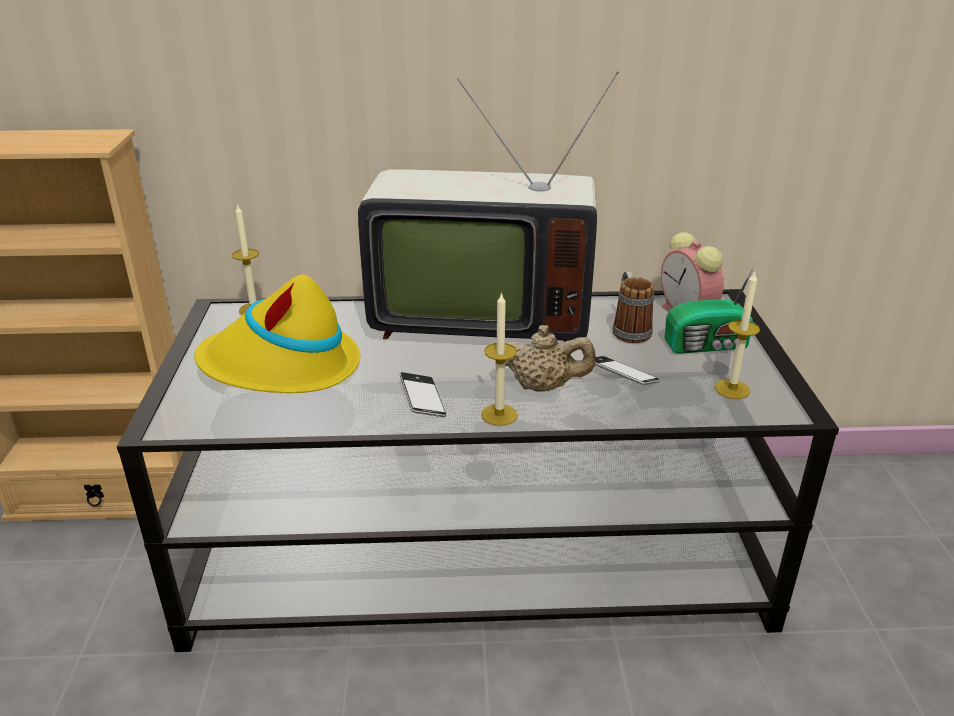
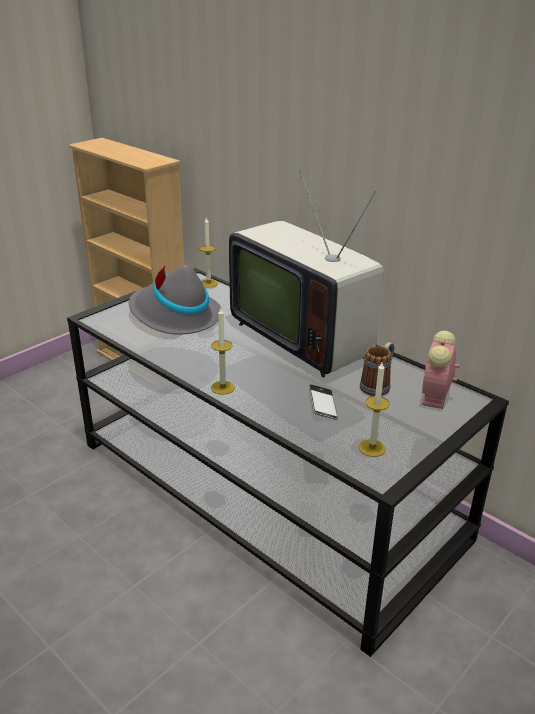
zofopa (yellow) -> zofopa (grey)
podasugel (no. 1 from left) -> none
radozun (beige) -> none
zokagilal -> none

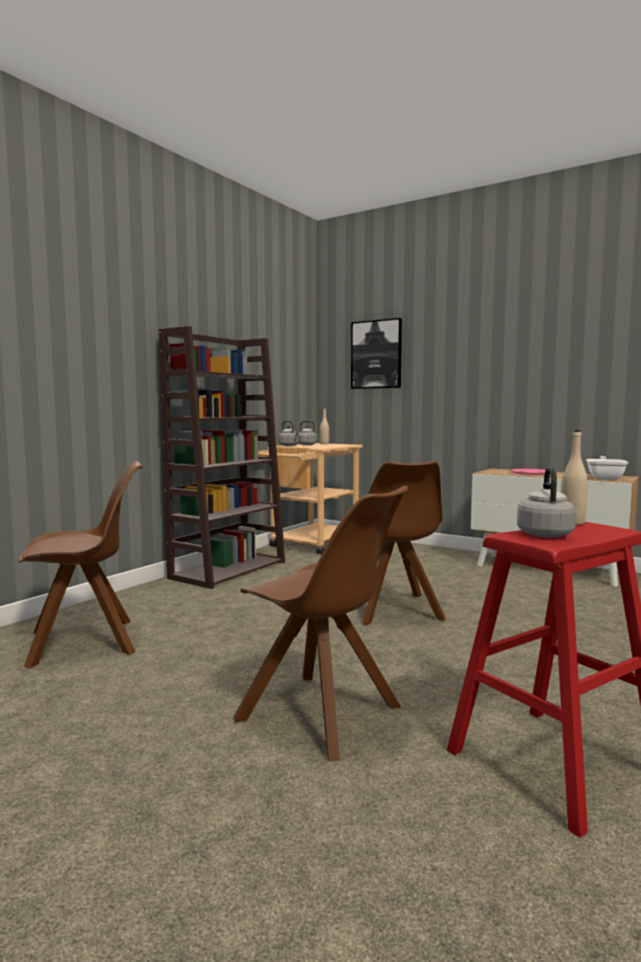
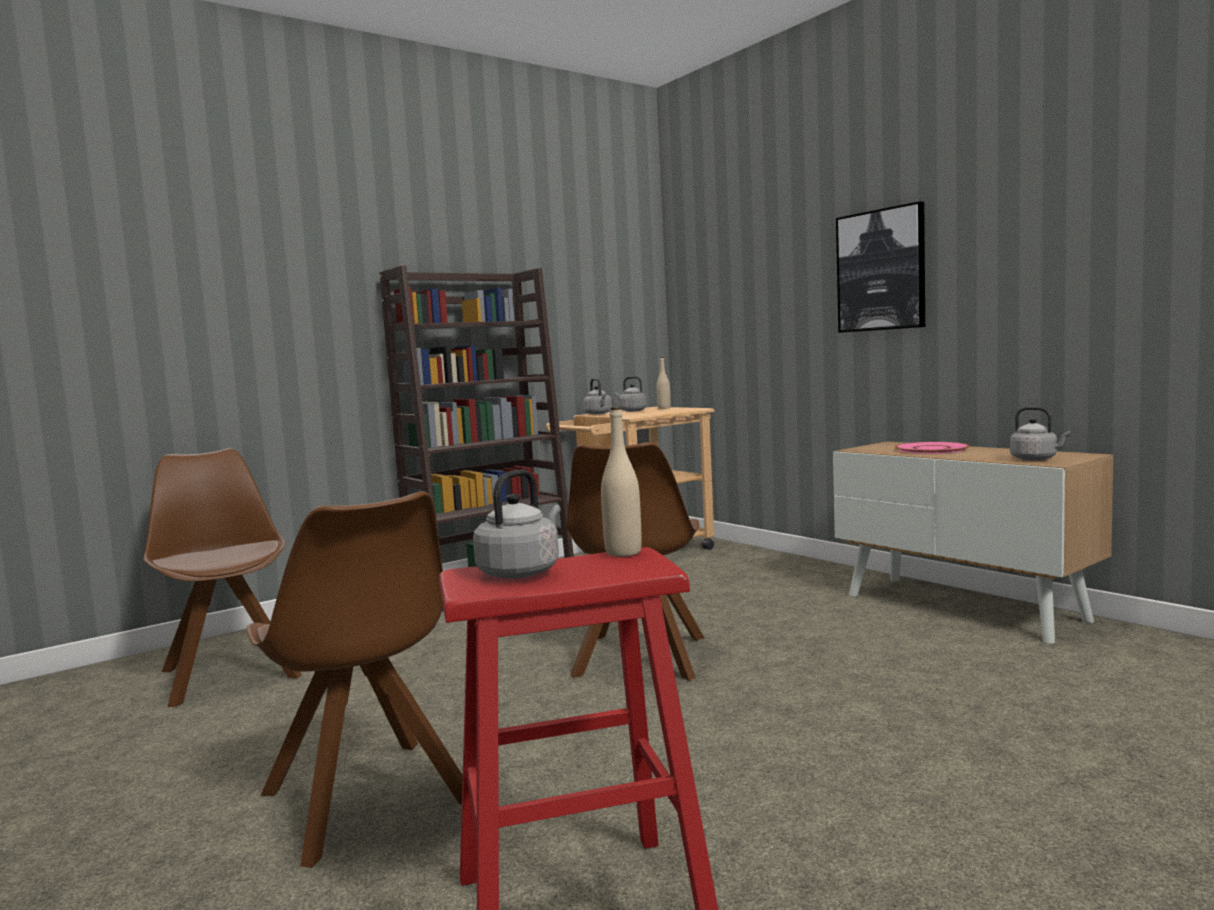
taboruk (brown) (no. 1 from left), 120 degrees counterclockwise
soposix, shifted
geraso -> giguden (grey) (no. 4 from left)

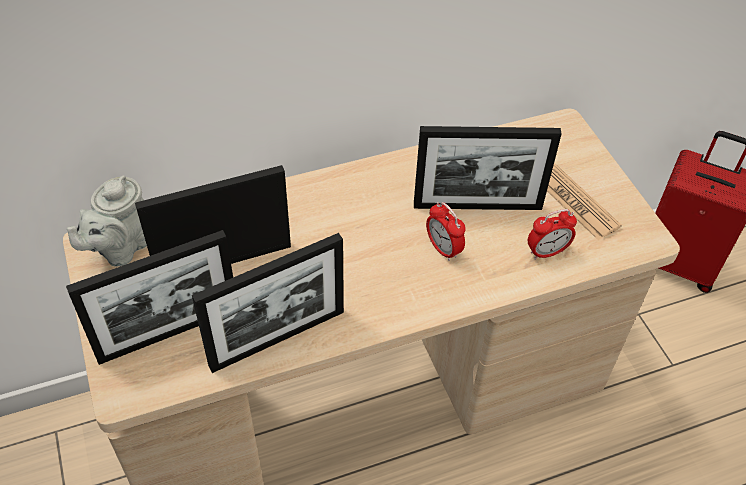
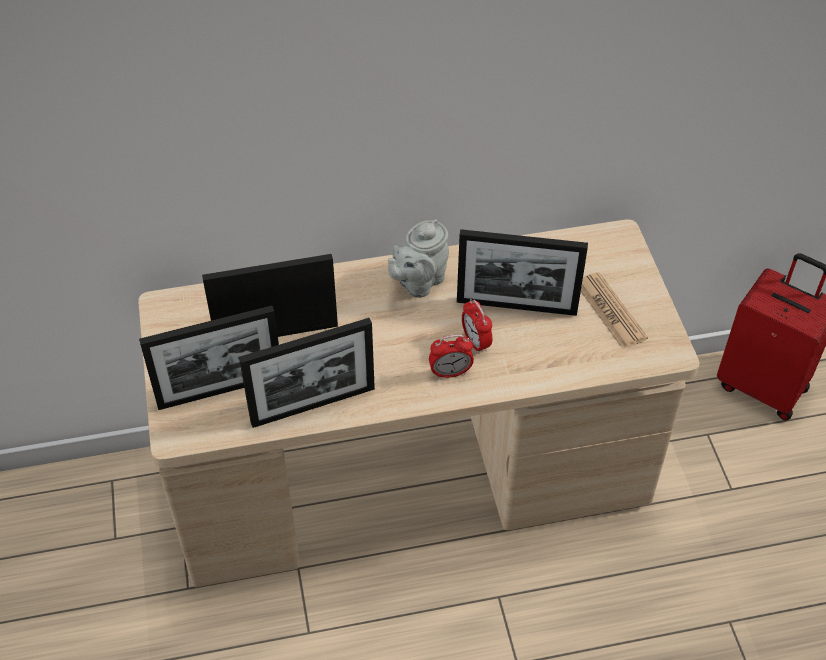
radozun (grey), shifted
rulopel (no. 2 from left in the first image) -> rulopel (no. 1 from left), shifted

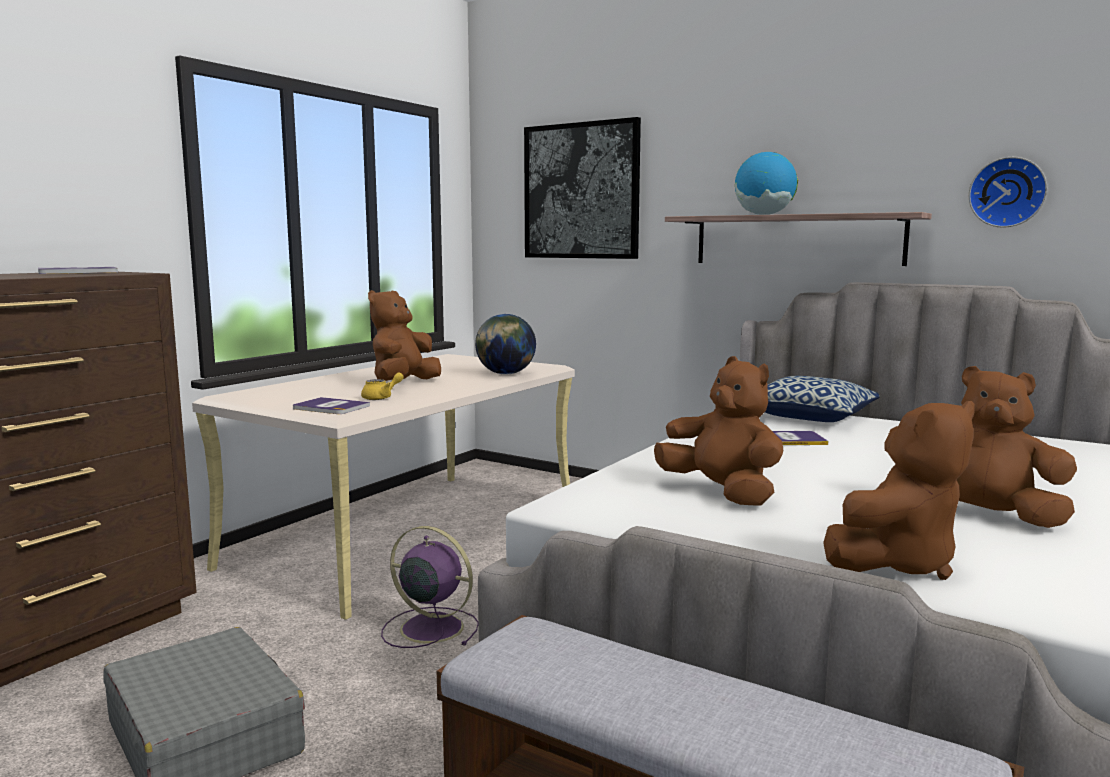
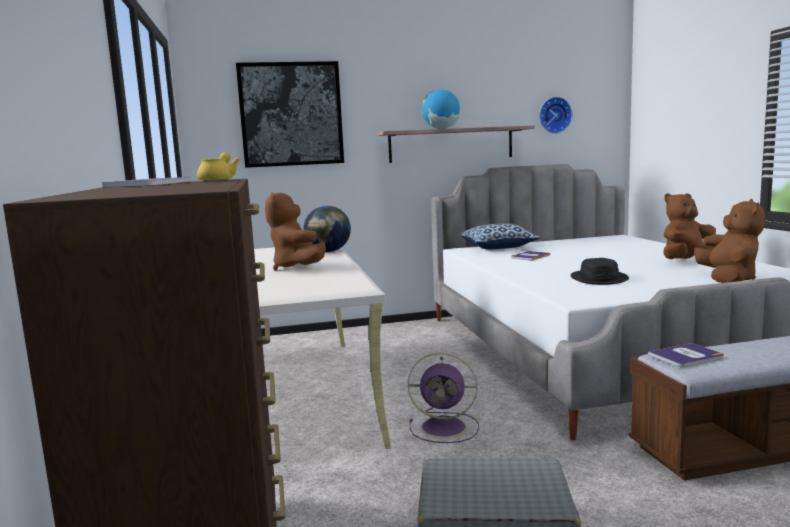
radozun (yellow), shifted
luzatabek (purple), 150 degrees counterclockwise
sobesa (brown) (no. 2 from left) -> zofopa (black)
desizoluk (no. 2 from left in the first image) -> desizoluk (no. 3 from left), shifted

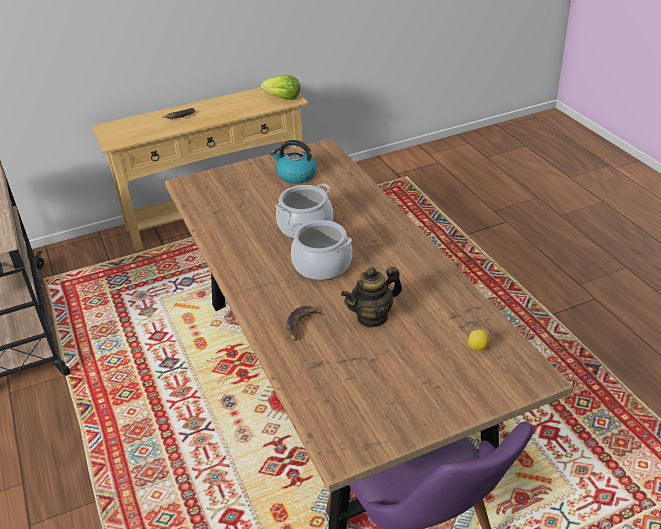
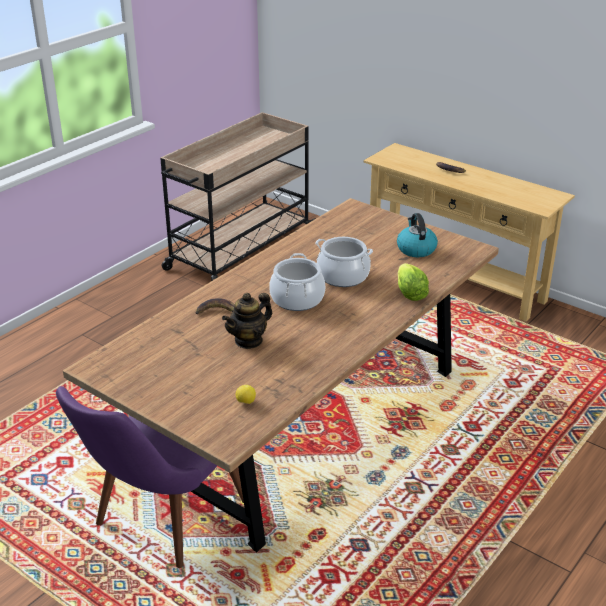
radozun, 75 degrees counterclockwise
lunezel, shifted

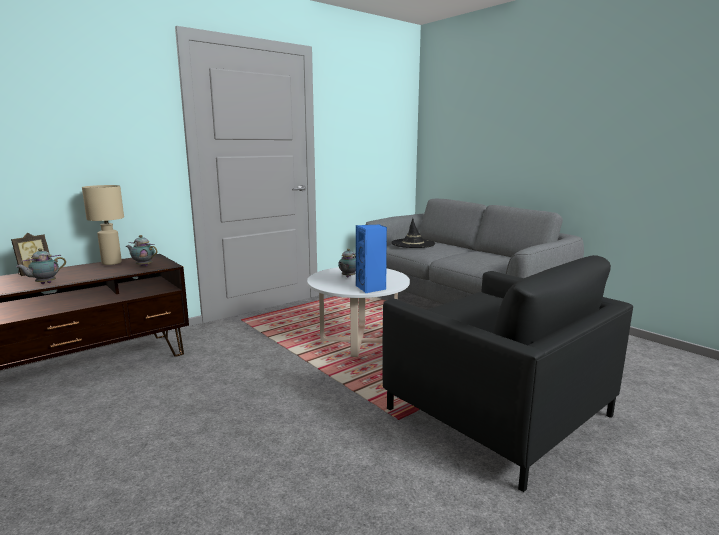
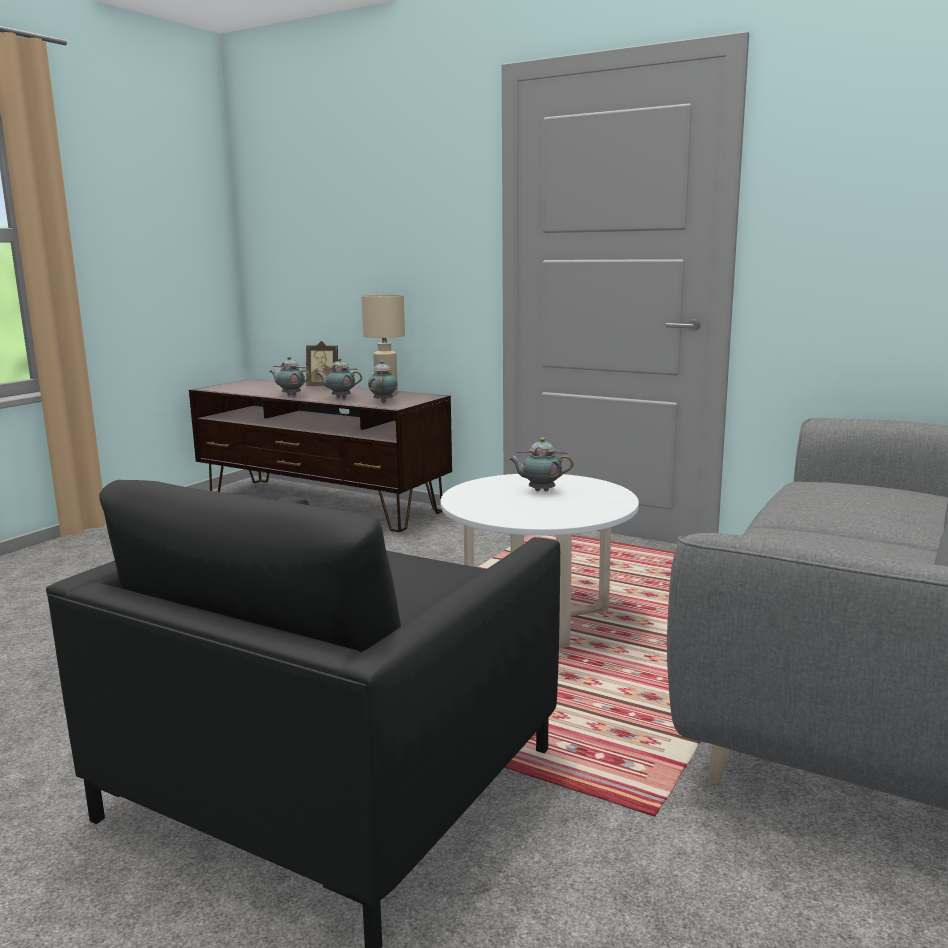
none -> radozun (no. 2 from left)
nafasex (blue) -> none
zofopa (black) -> none

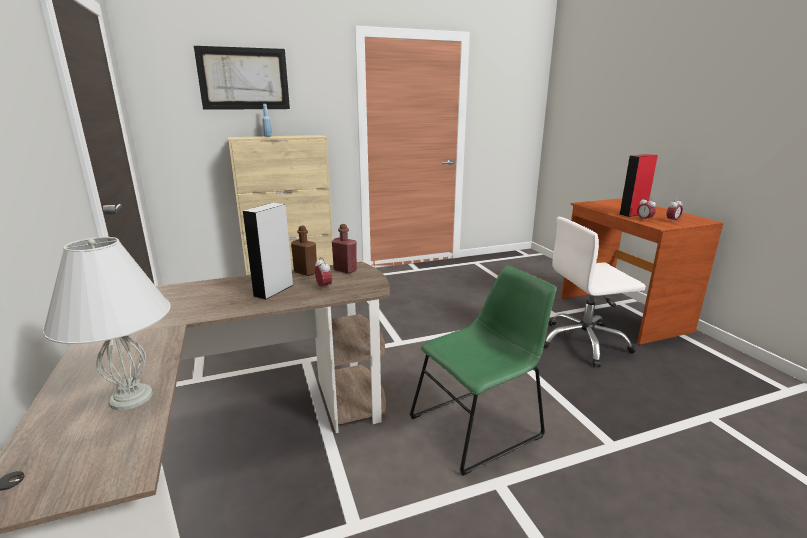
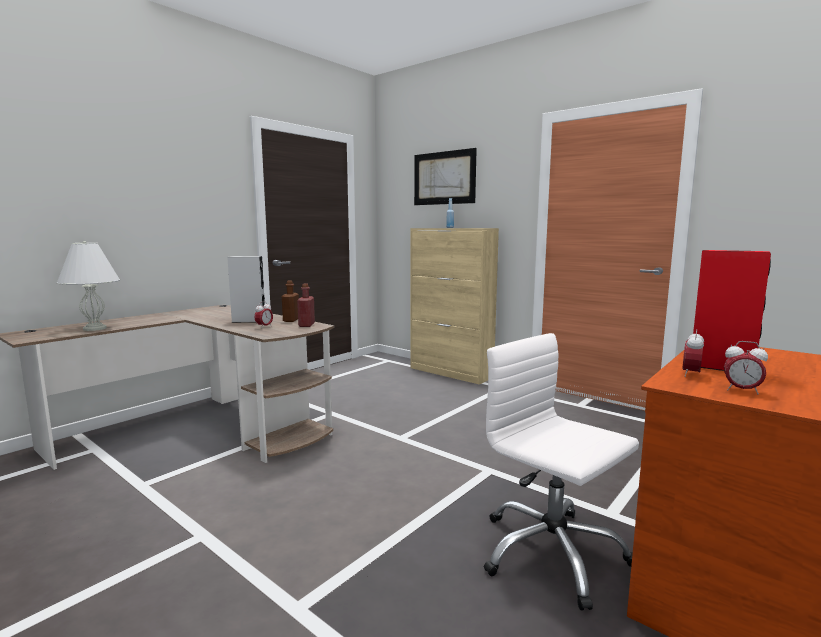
taboruk (green) -> none

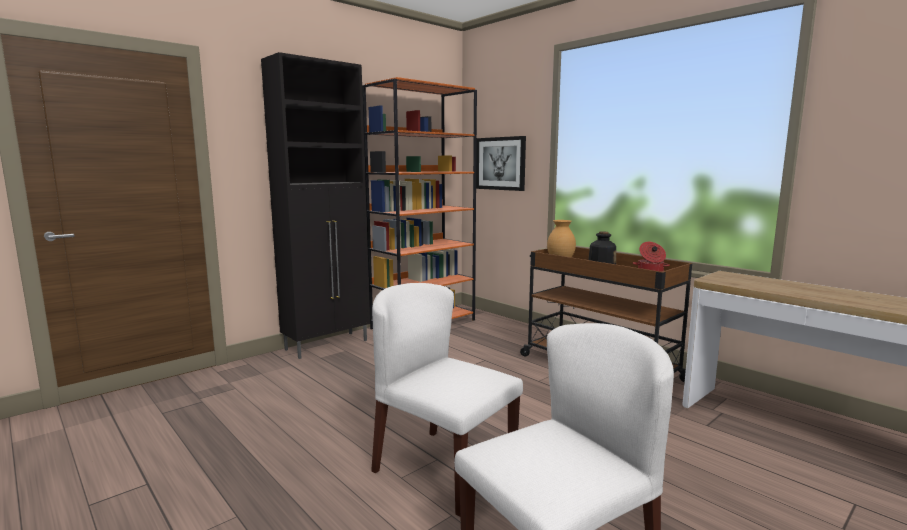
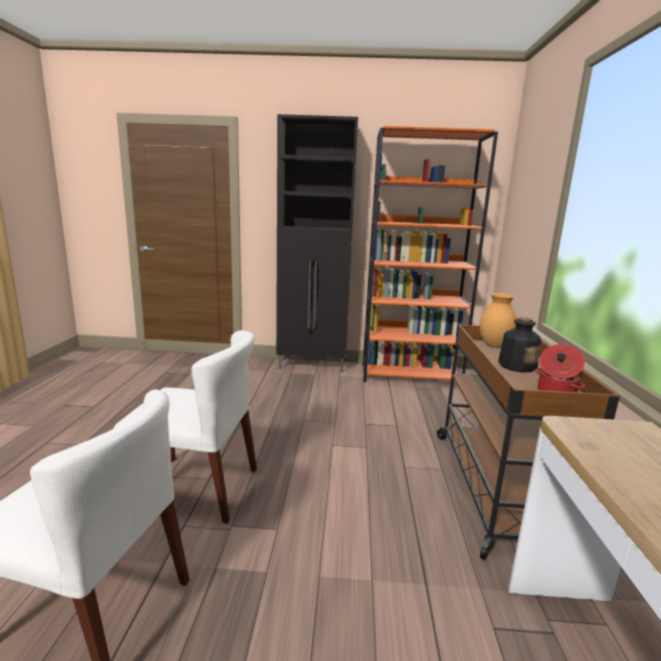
taboruk (white) (no. 1 from left in the first image) -> taboruk (white) (no. 2 from left), 105 degrees clockwise
soposix -> none

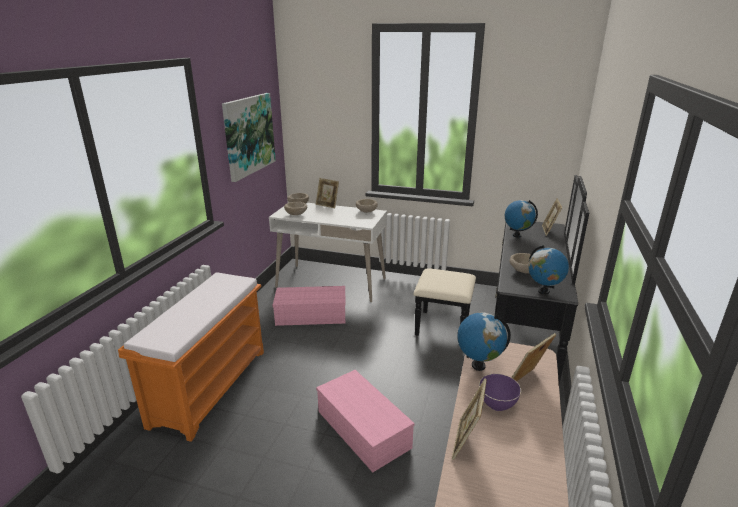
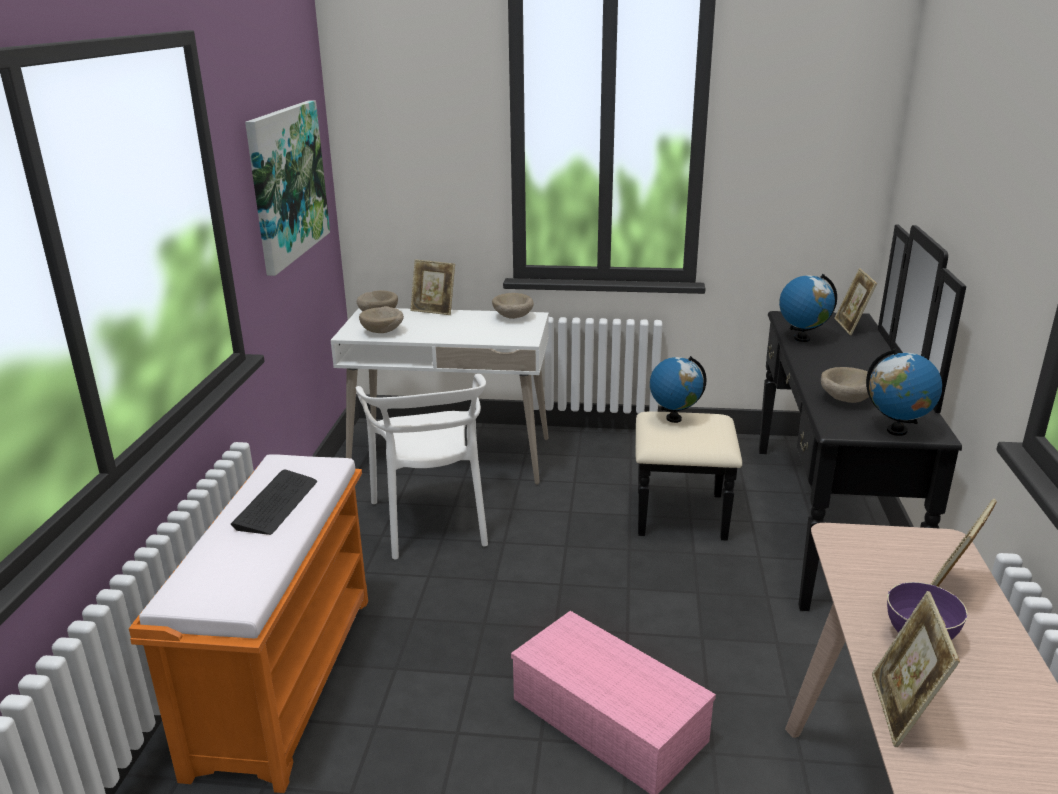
none -> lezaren
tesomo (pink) (no. 1 from left) -> taboruk (white)
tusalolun (no. 1 from left), shifted

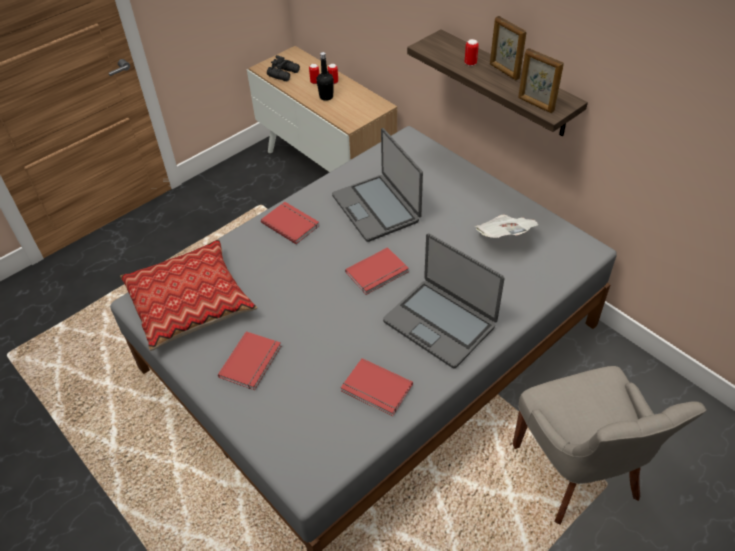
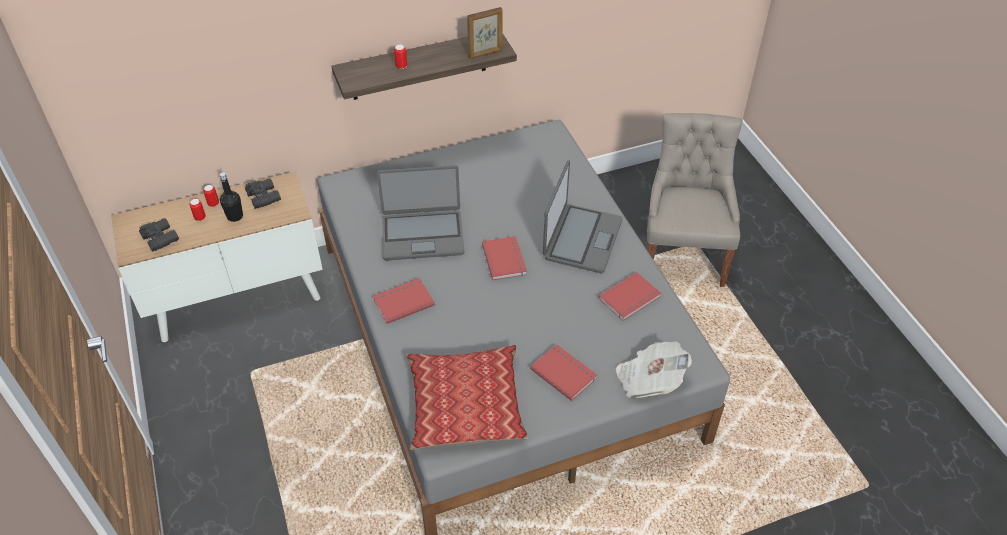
none -> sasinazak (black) (no. 2 from left)
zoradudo (no. 2 from left), 45 degrees counterclockwise
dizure, shifted
taboruk (grey), 90 degrees counterclockwise
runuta (no. 1 from left) -> none

